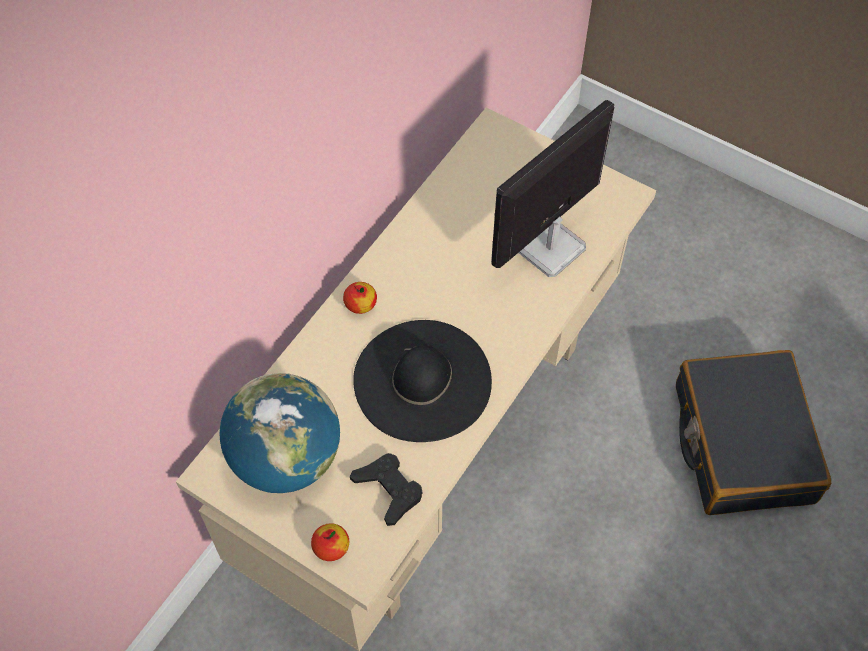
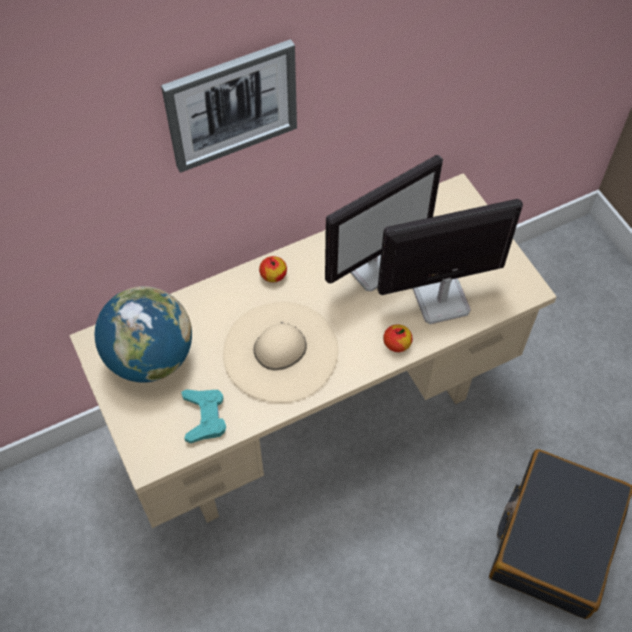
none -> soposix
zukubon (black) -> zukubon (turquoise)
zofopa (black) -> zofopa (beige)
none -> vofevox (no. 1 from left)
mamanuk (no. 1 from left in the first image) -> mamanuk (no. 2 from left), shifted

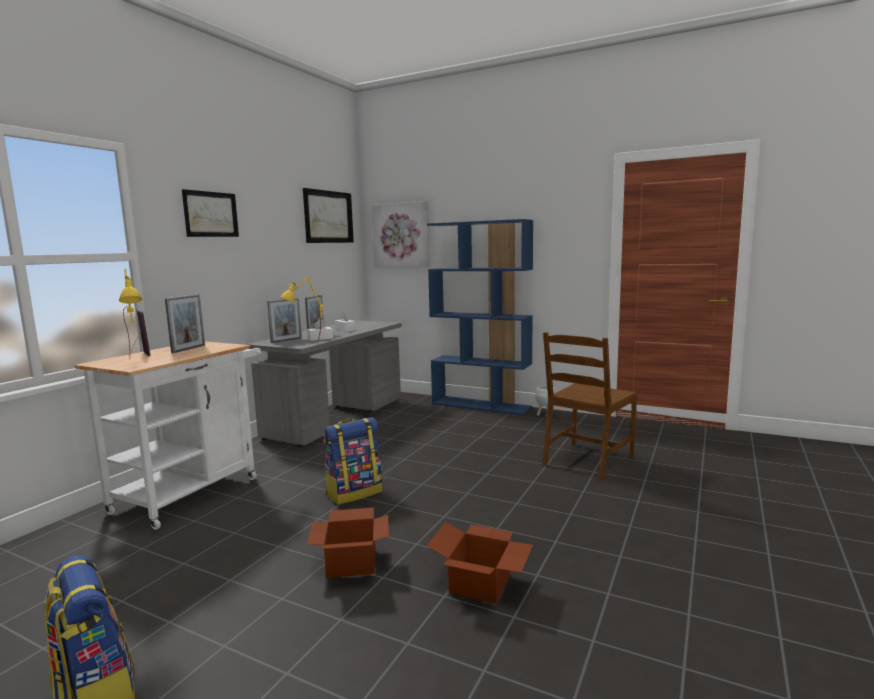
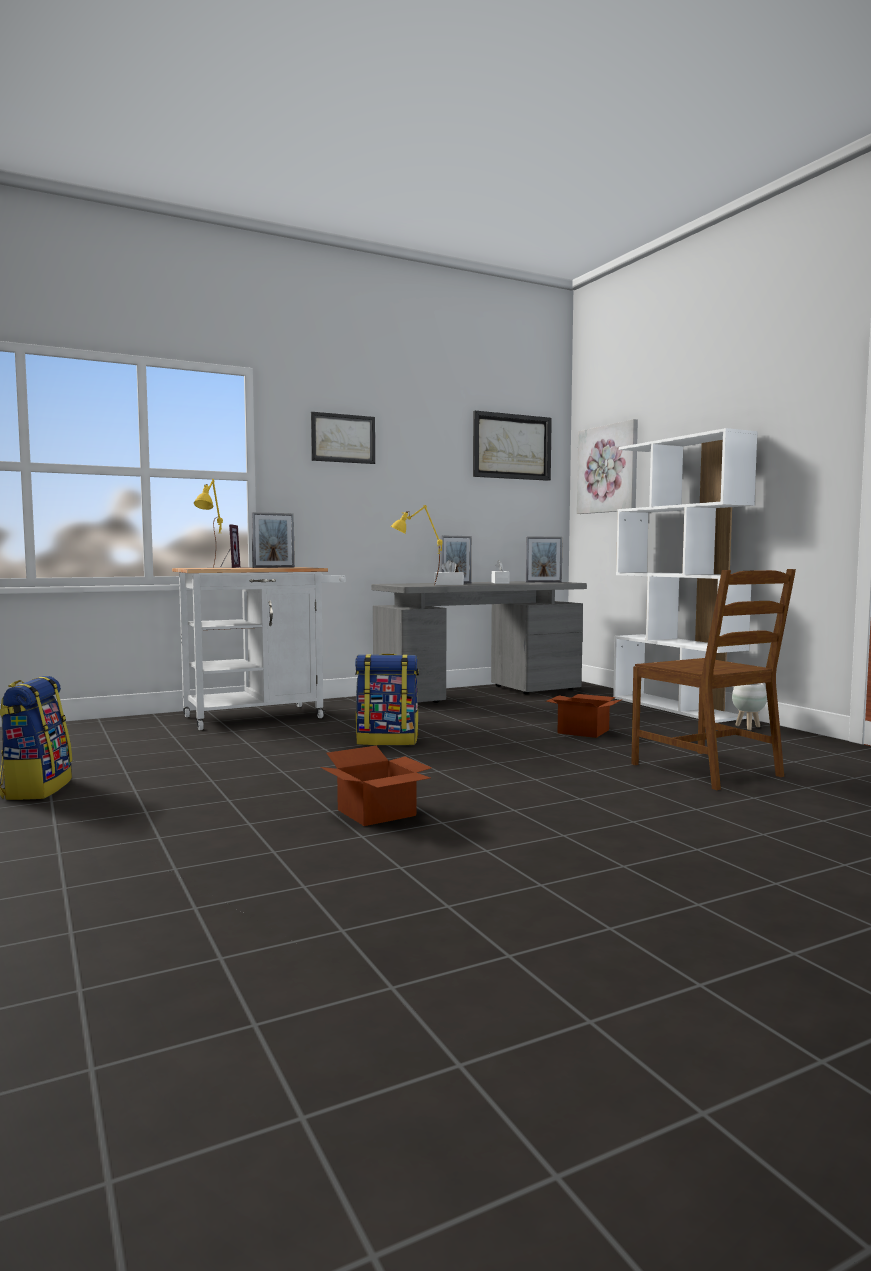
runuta (no. 3 from left in the first image) -> runuta (no. 4 from left), shifted
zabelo (no. 1 from left in the first image) -> zabelo (no. 2 from left), shifted
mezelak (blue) -> mezelak (white)
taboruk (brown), 105 degrees counterclockwise

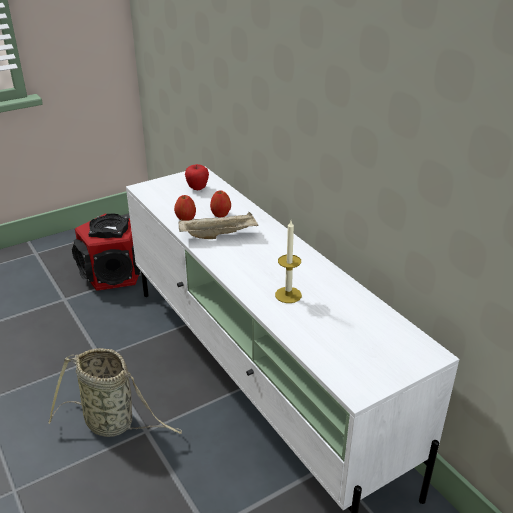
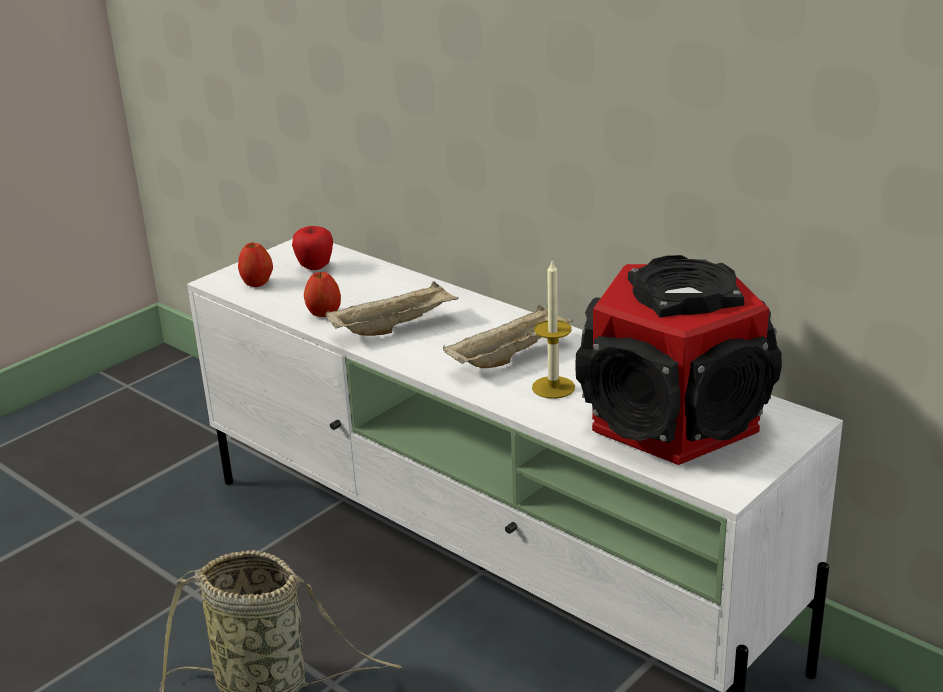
mamanuk (no. 3 from left in the first image) -> mamanuk (no. 1 from left), shifted
none -> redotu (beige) (no. 2 from left)
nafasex, shifted

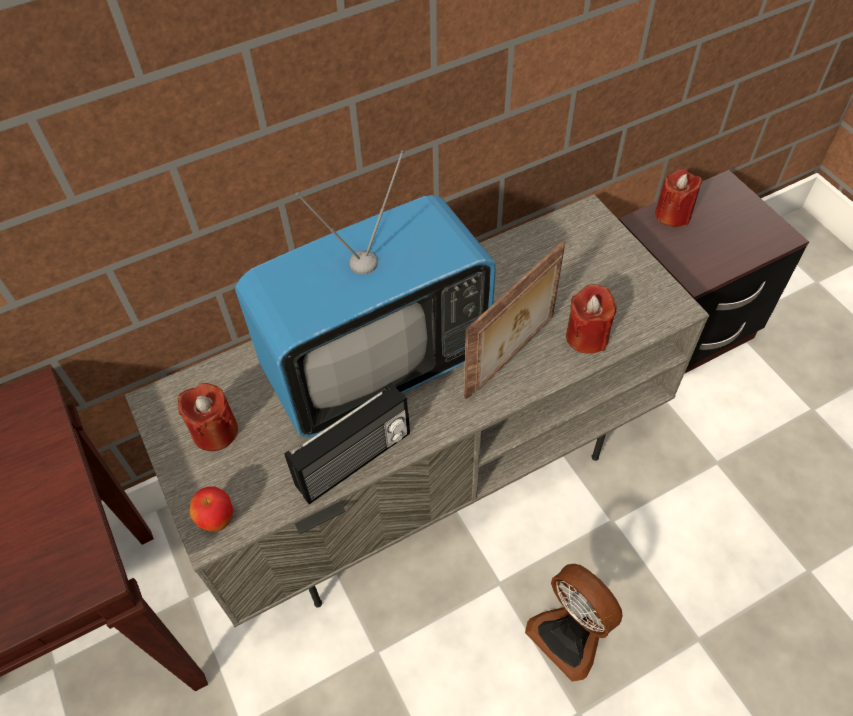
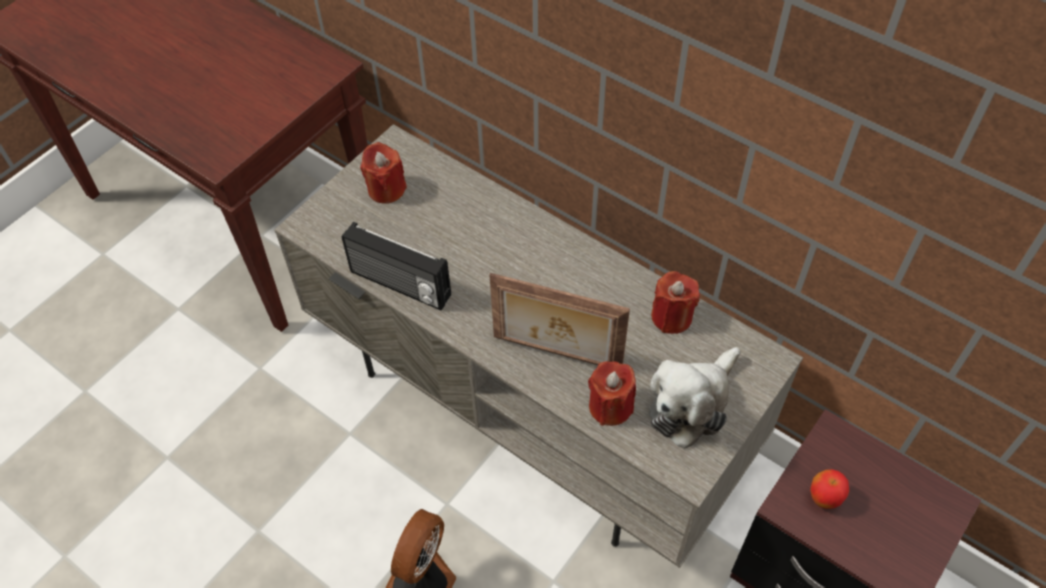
none -> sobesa
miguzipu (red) (no. 3 from left), shifted
mamanuk, shifted
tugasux -> none

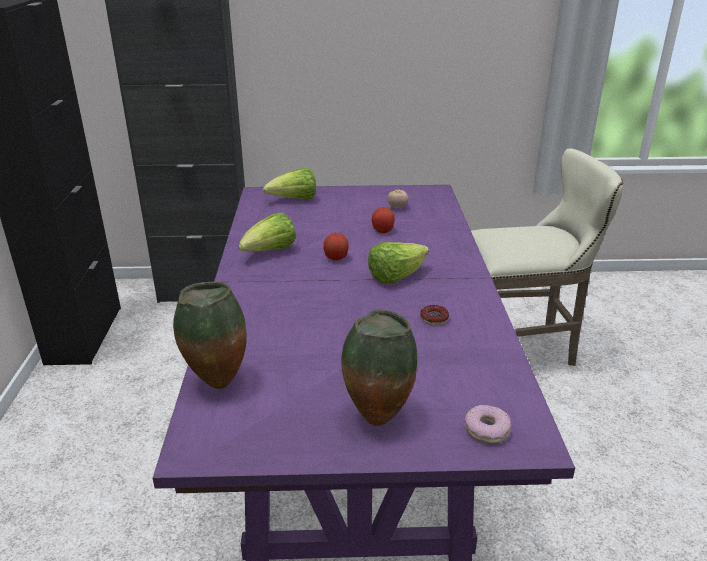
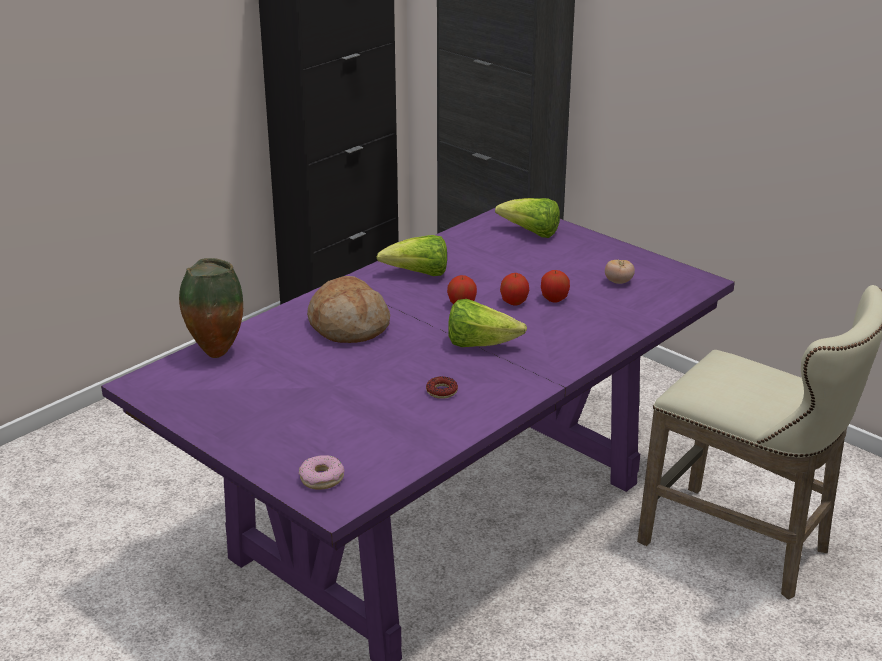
none -> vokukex
none -> mamanuk (no. 2 from left)
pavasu (no. 2 from left) -> none

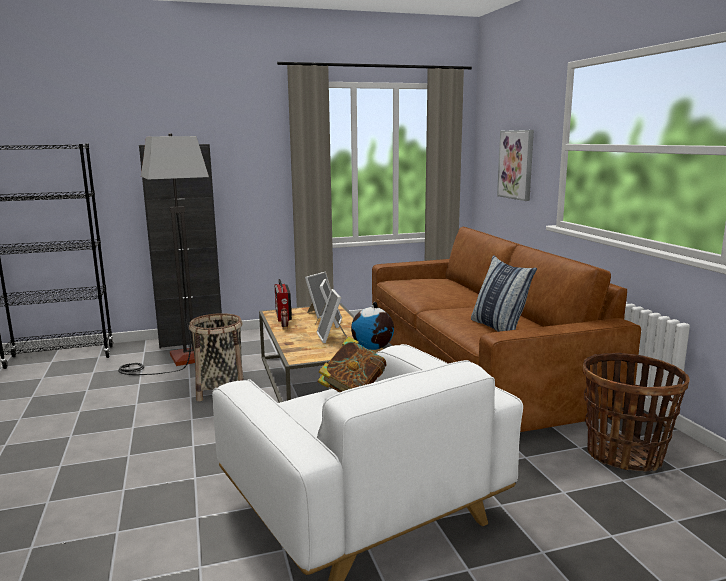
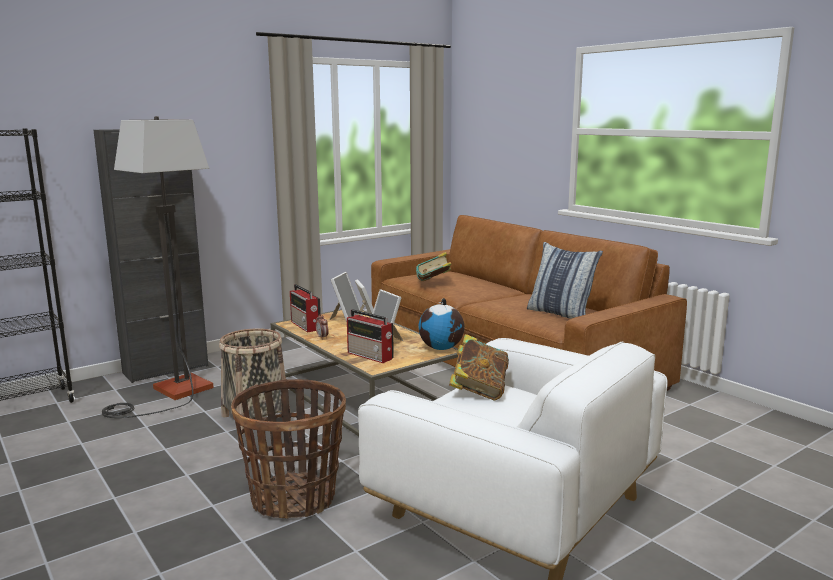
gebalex (no. 2 from left), shifted
none -> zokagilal (no. 2 from left)
none -> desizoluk (no. 1 from left)
soposix -> none

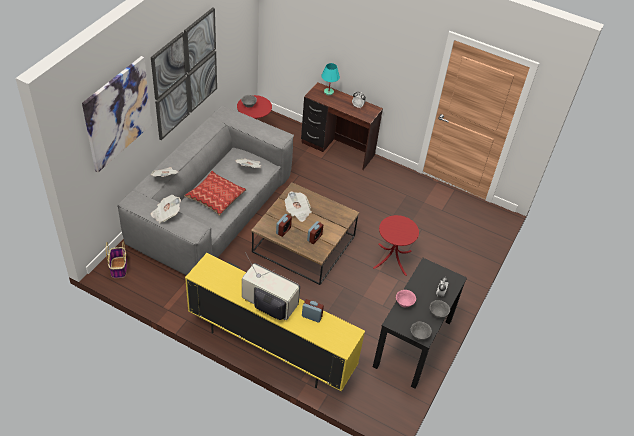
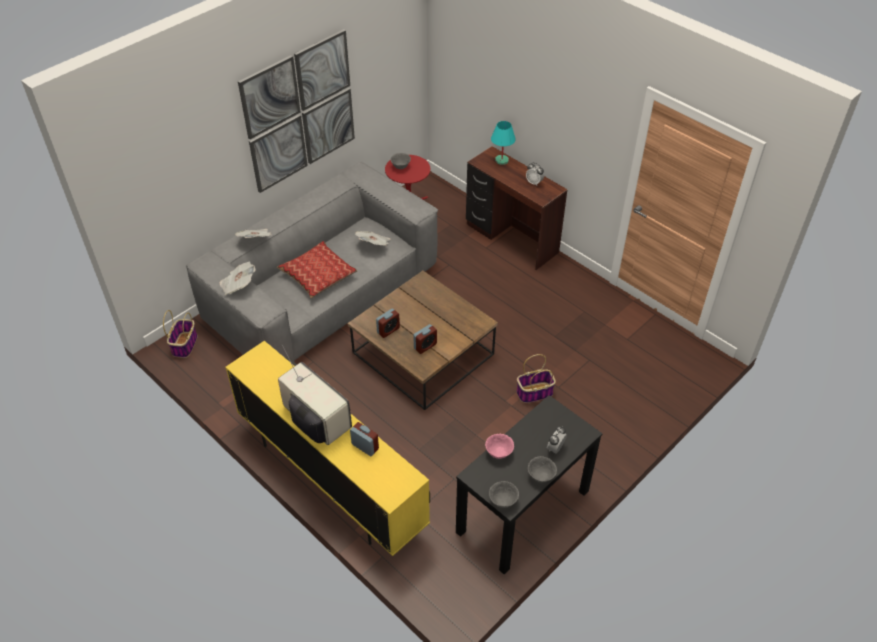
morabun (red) (no. 2 from left) -> gebalex (no. 2 from left)
soposix (no. 1 from left) -> none
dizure (no. 4 from left) -> none

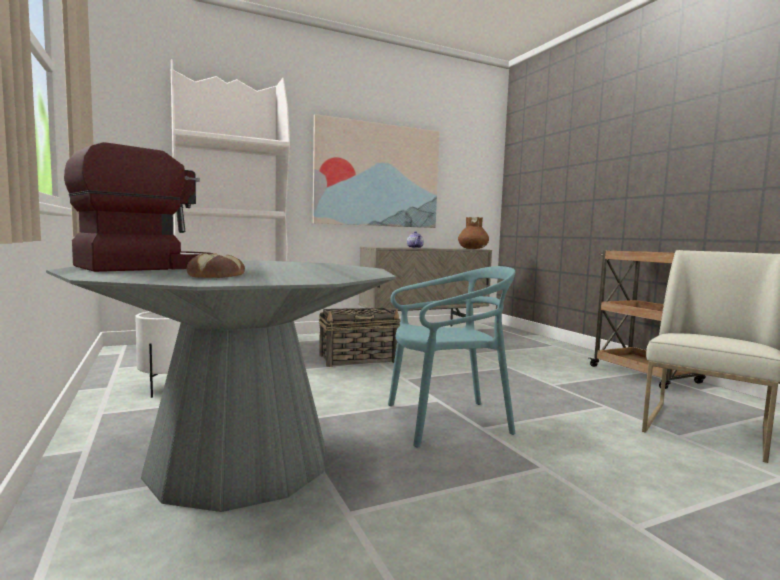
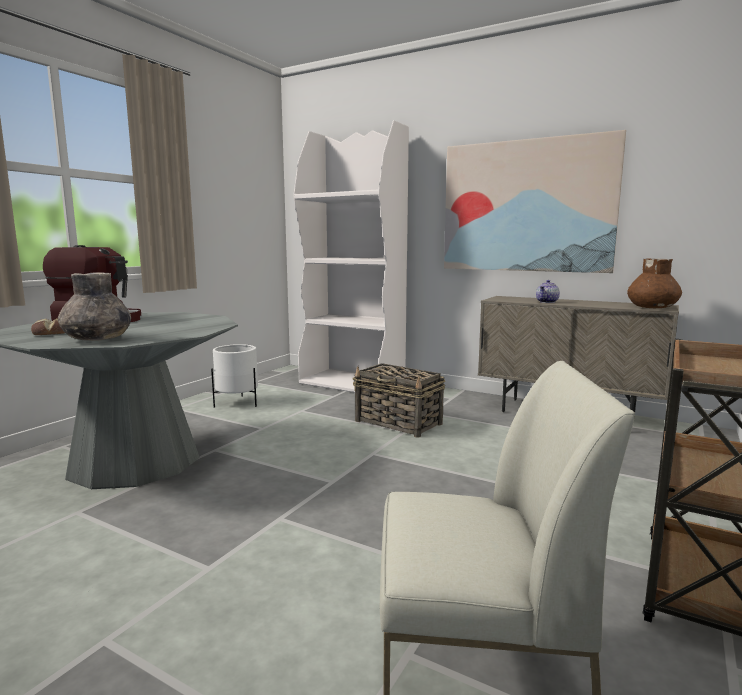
none -> pavasu (grey)
taboruk (turquoise) -> none

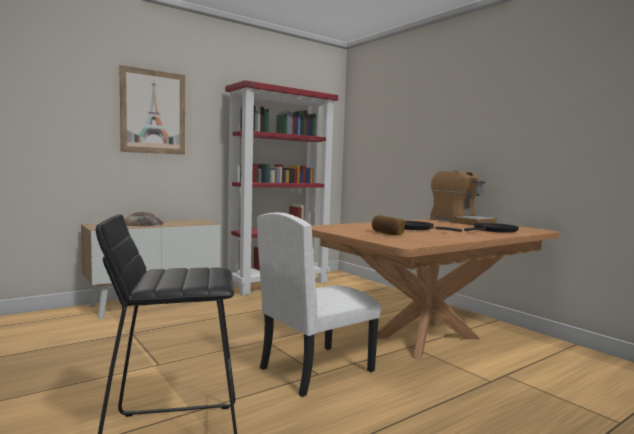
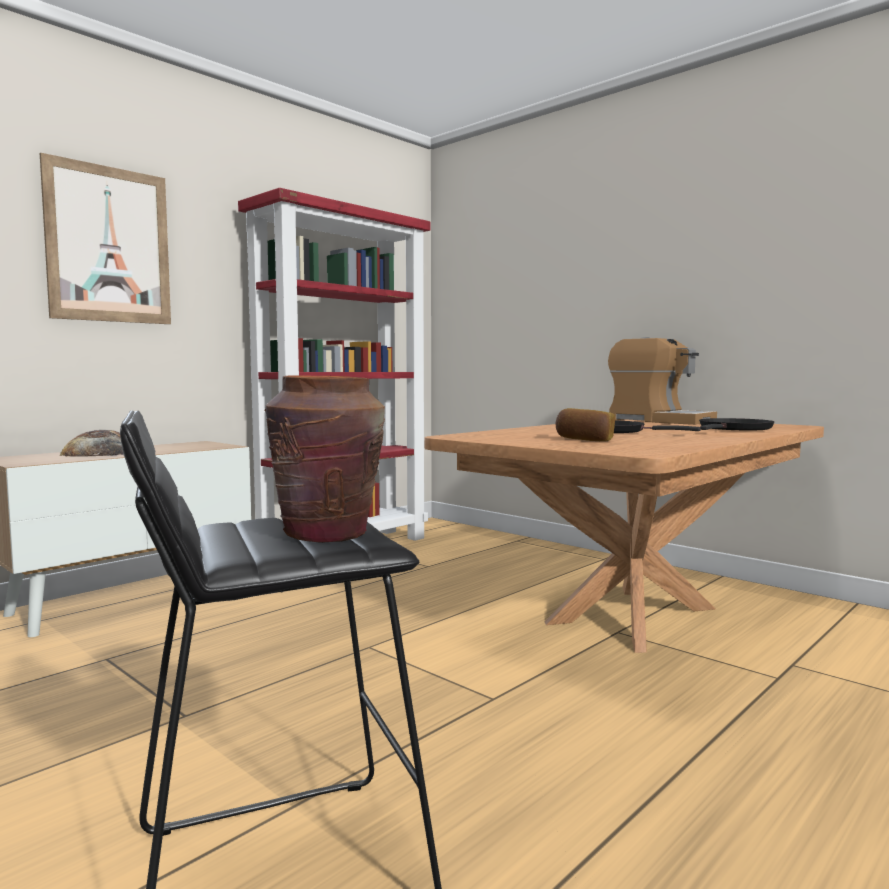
none -> pavasu (brown)
taboruk (white) -> none

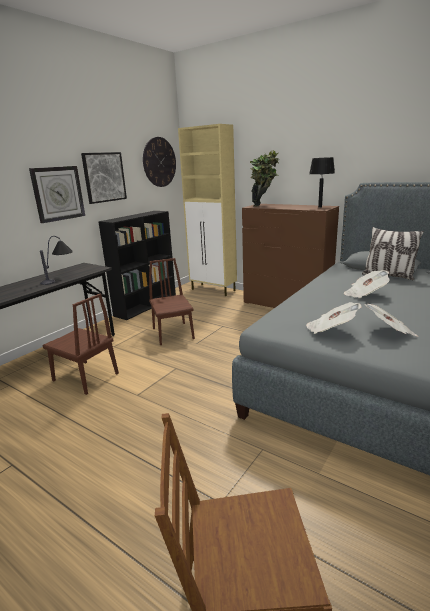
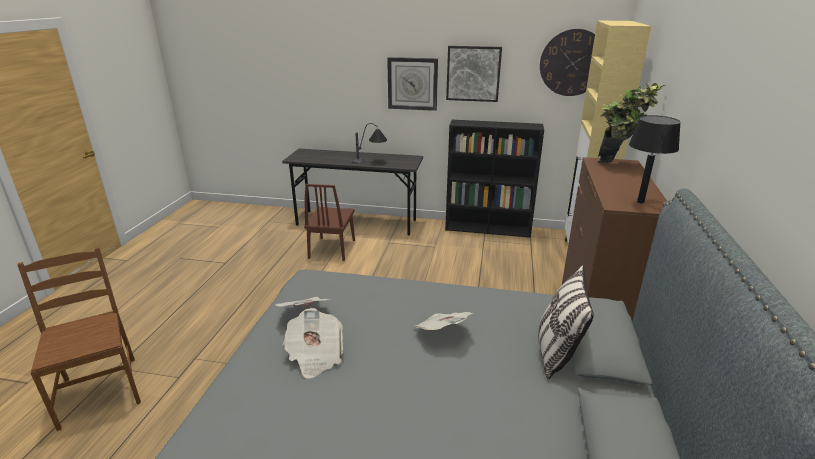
taboruk (brown) (no. 2 from left) -> none

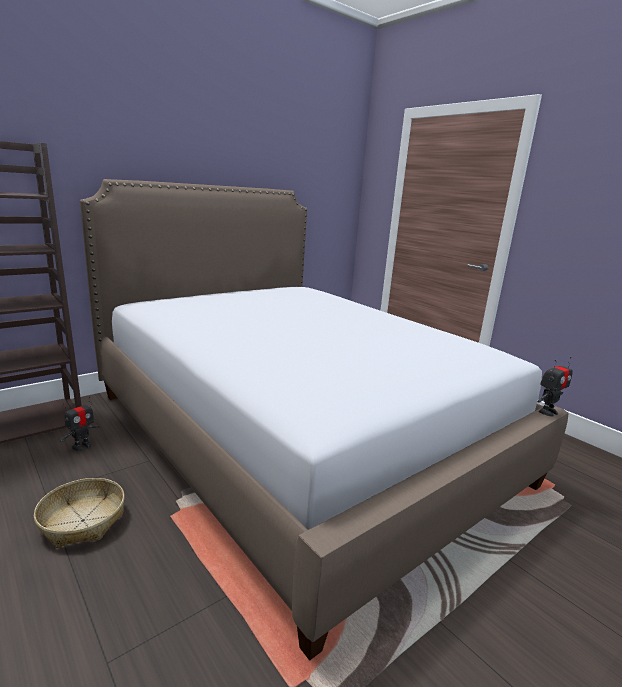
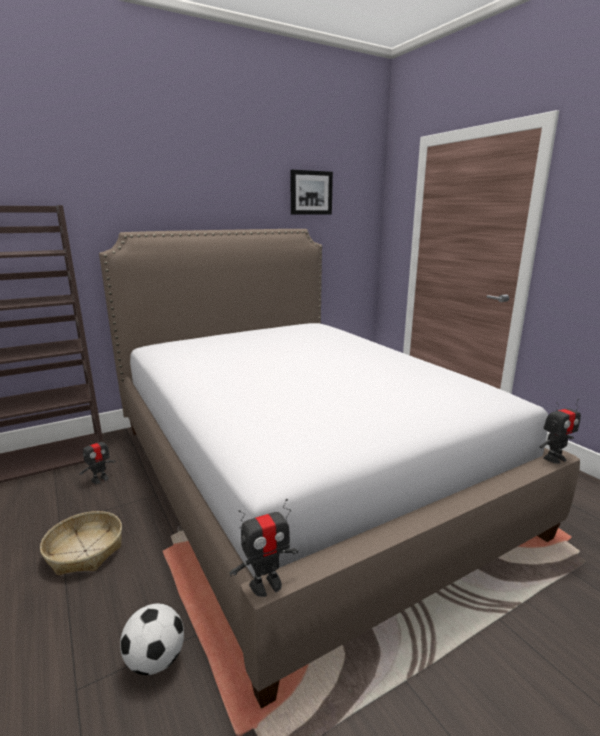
none -> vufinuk
none -> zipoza (no. 2 from left)
none -> soposix

